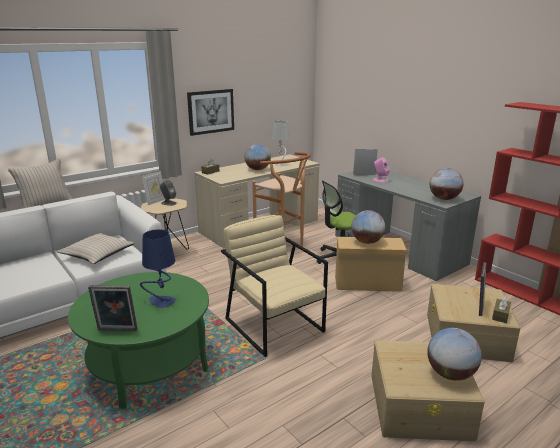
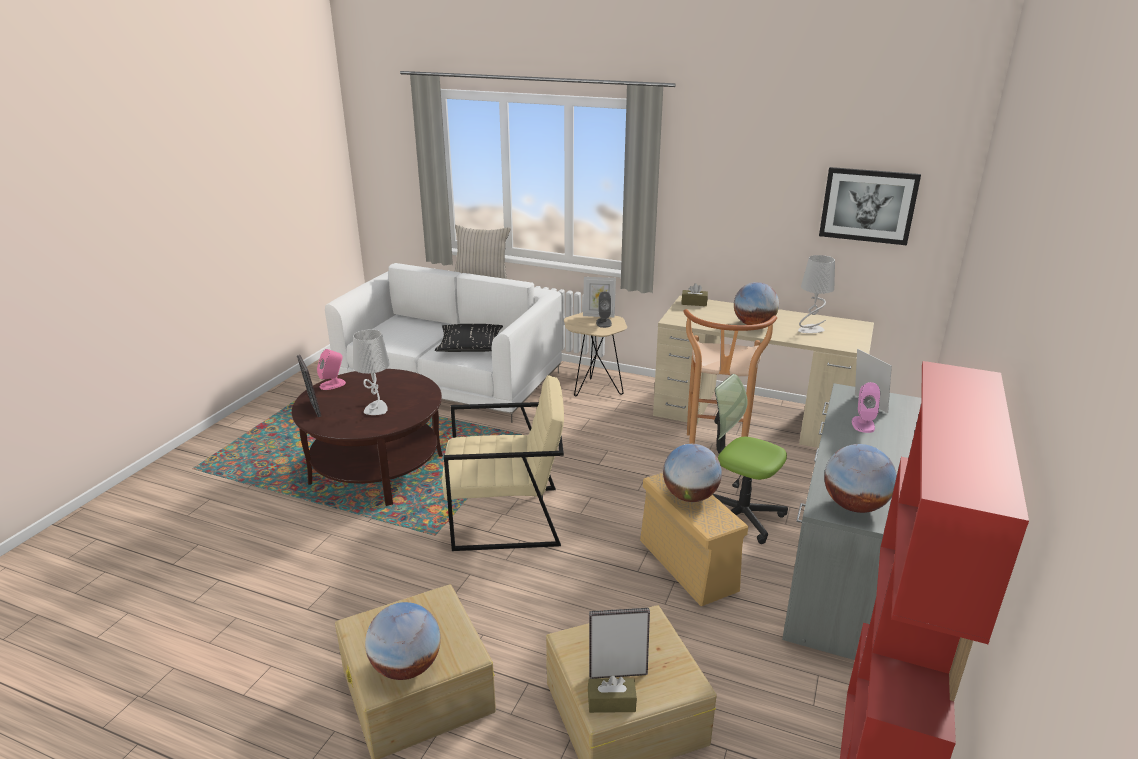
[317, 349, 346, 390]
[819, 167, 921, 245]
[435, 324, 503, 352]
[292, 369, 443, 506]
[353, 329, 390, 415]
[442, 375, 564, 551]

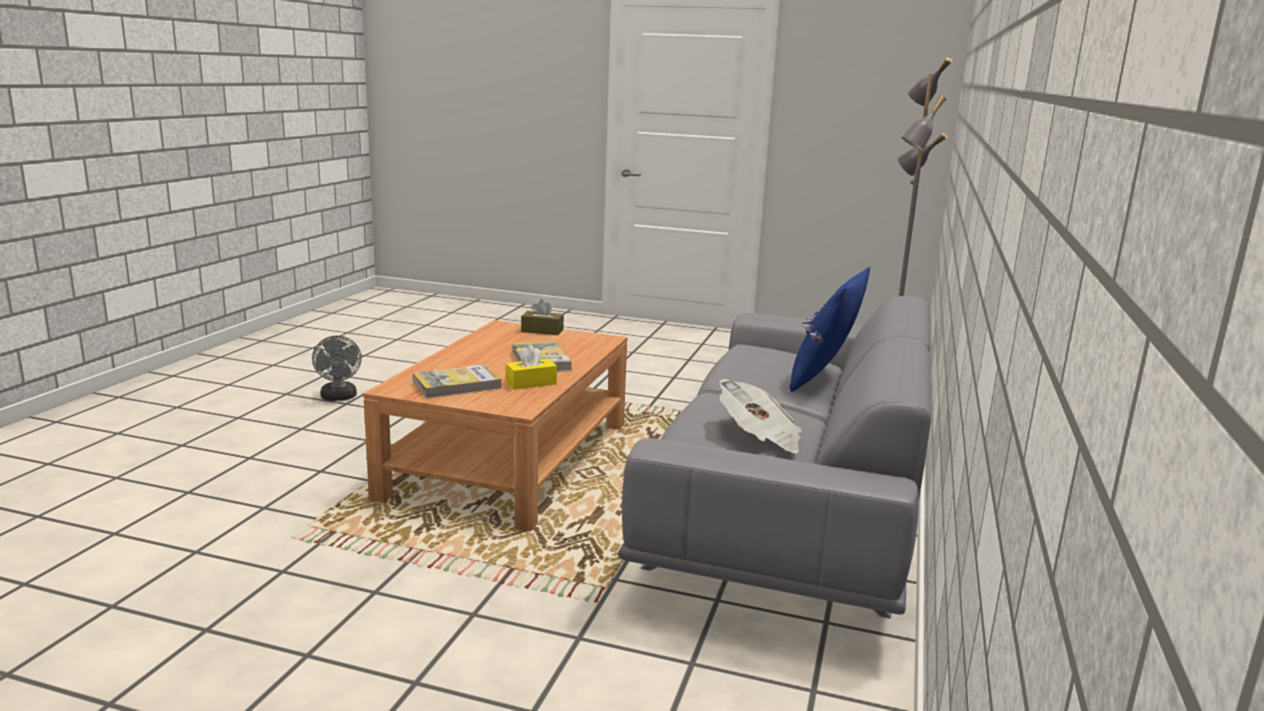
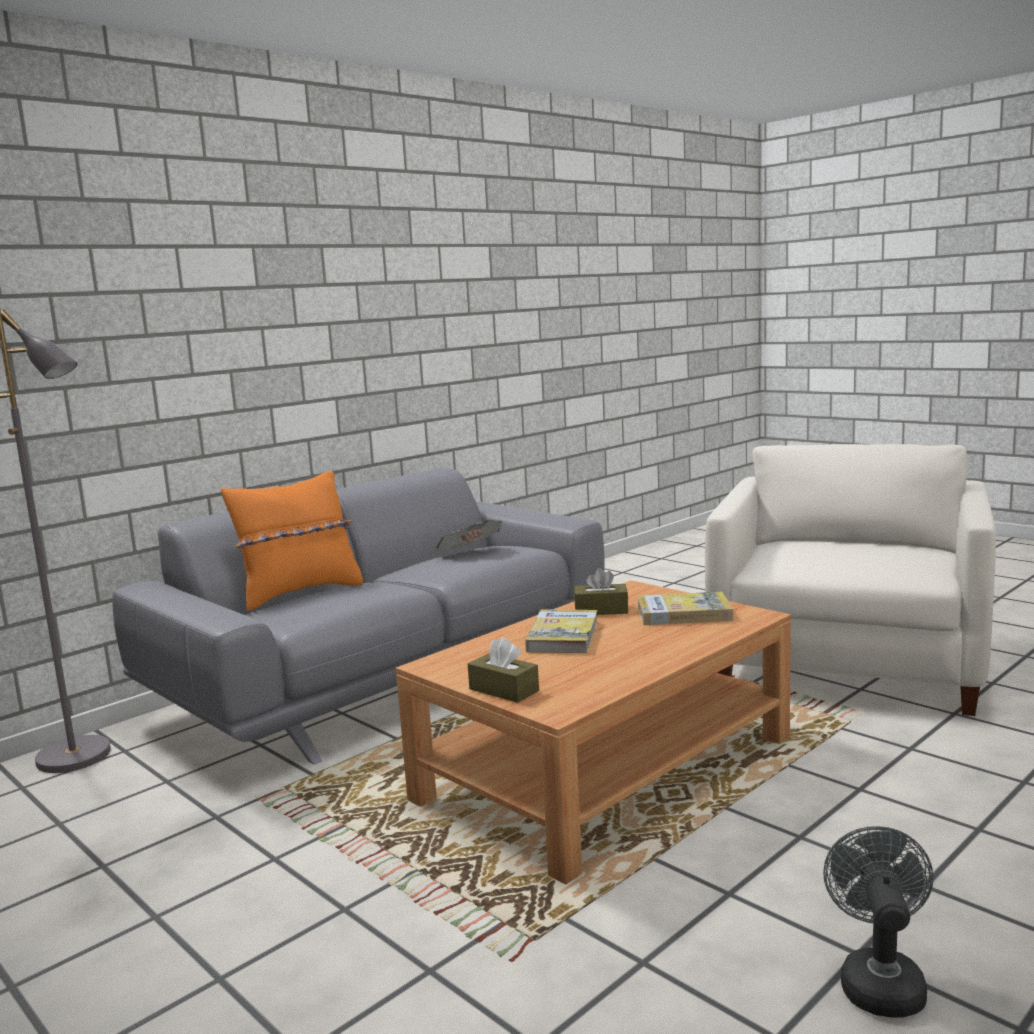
[705, 444, 996, 716]
[574, 568, 629, 615]
[221, 471, 363, 611]

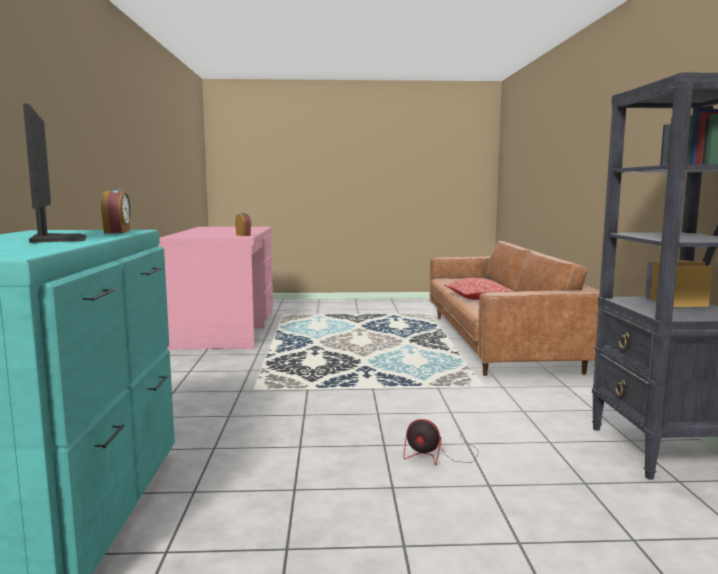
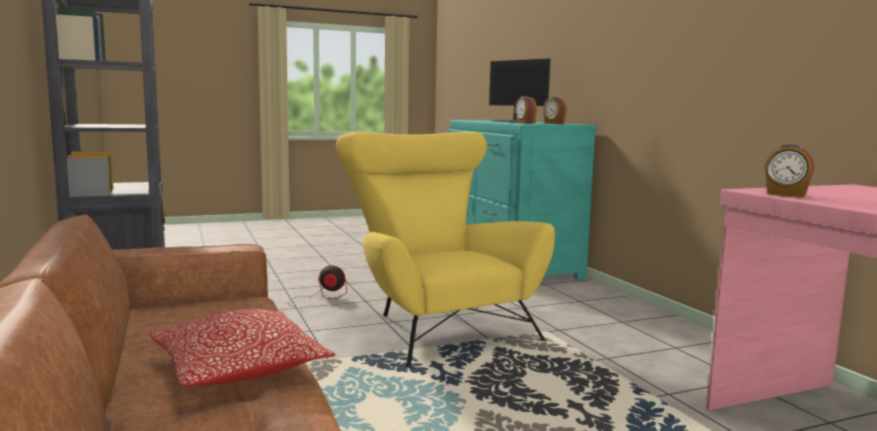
[336, 132, 555, 368]
[543, 97, 567, 124]

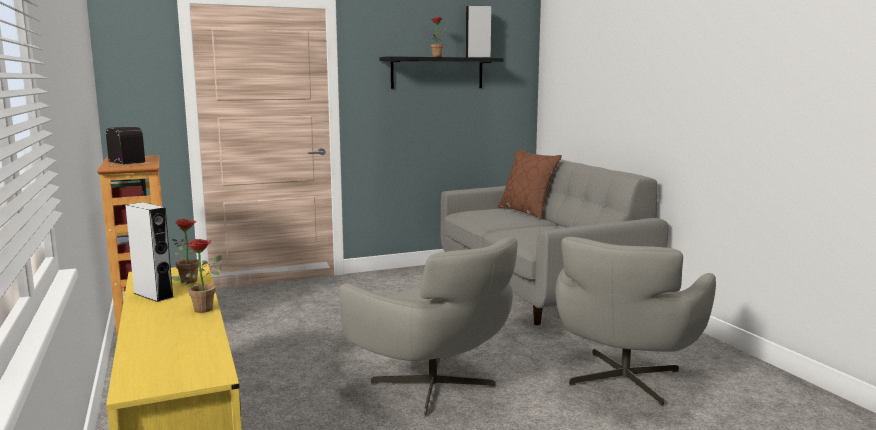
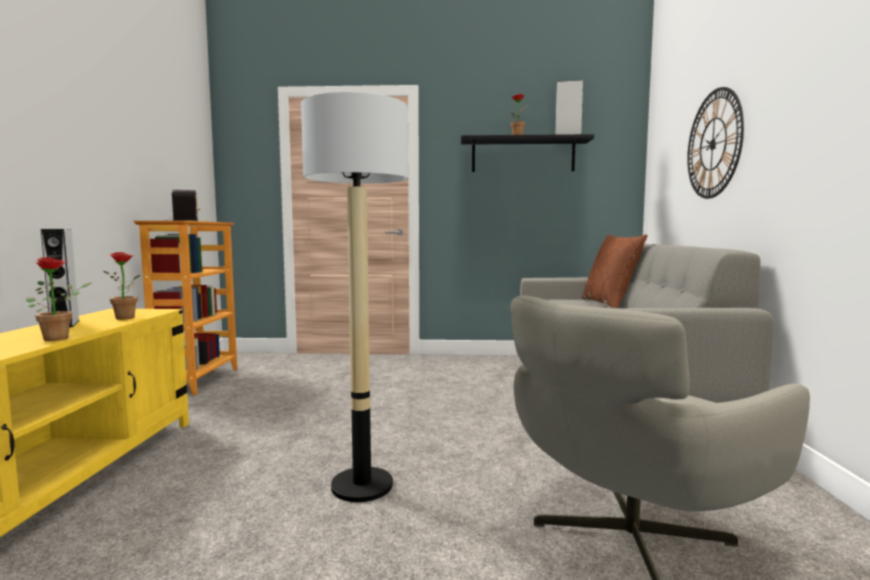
[687, 87, 744, 199]
[301, 92, 408, 502]

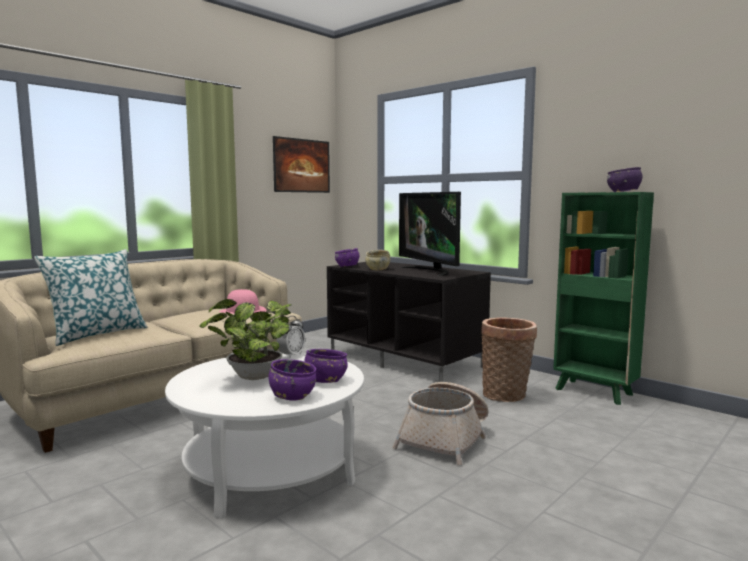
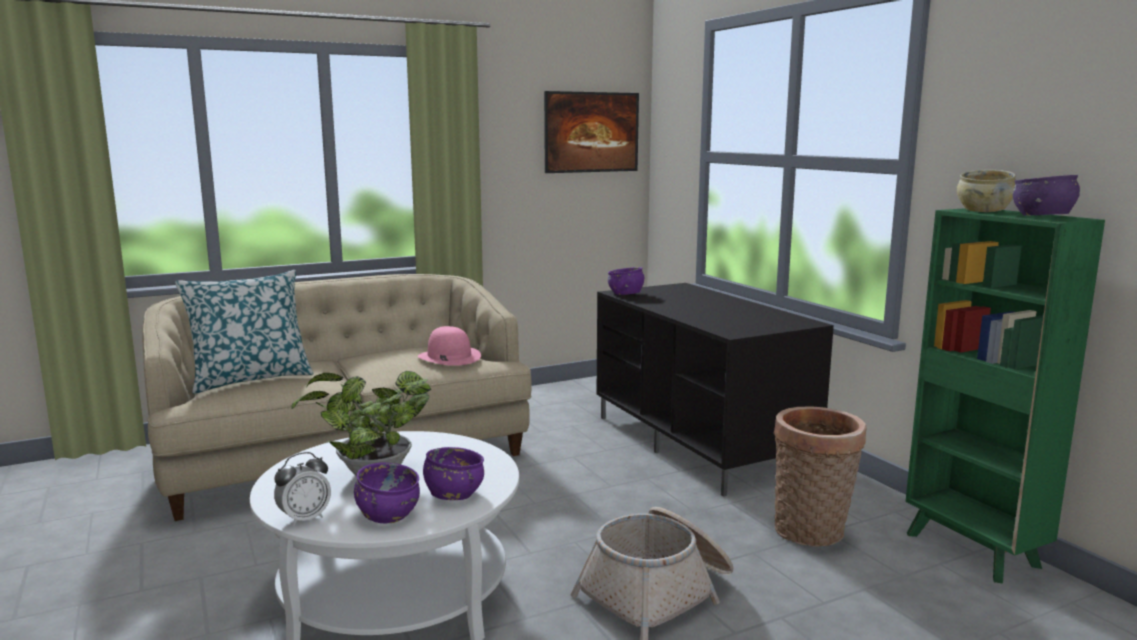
[399, 192, 461, 276] (first image)
[274, 452, 331, 526]
[957, 170, 1016, 212]

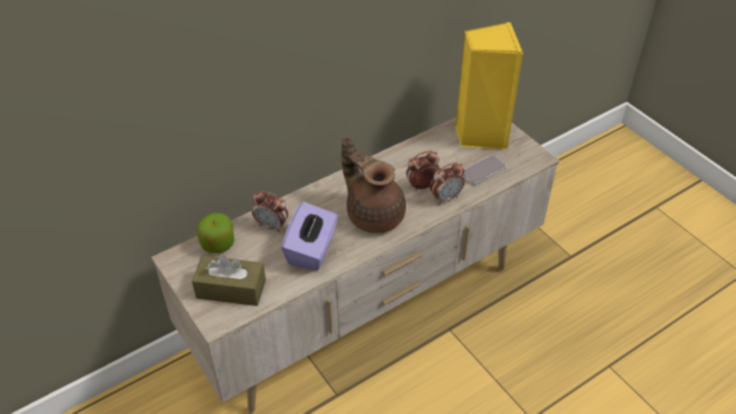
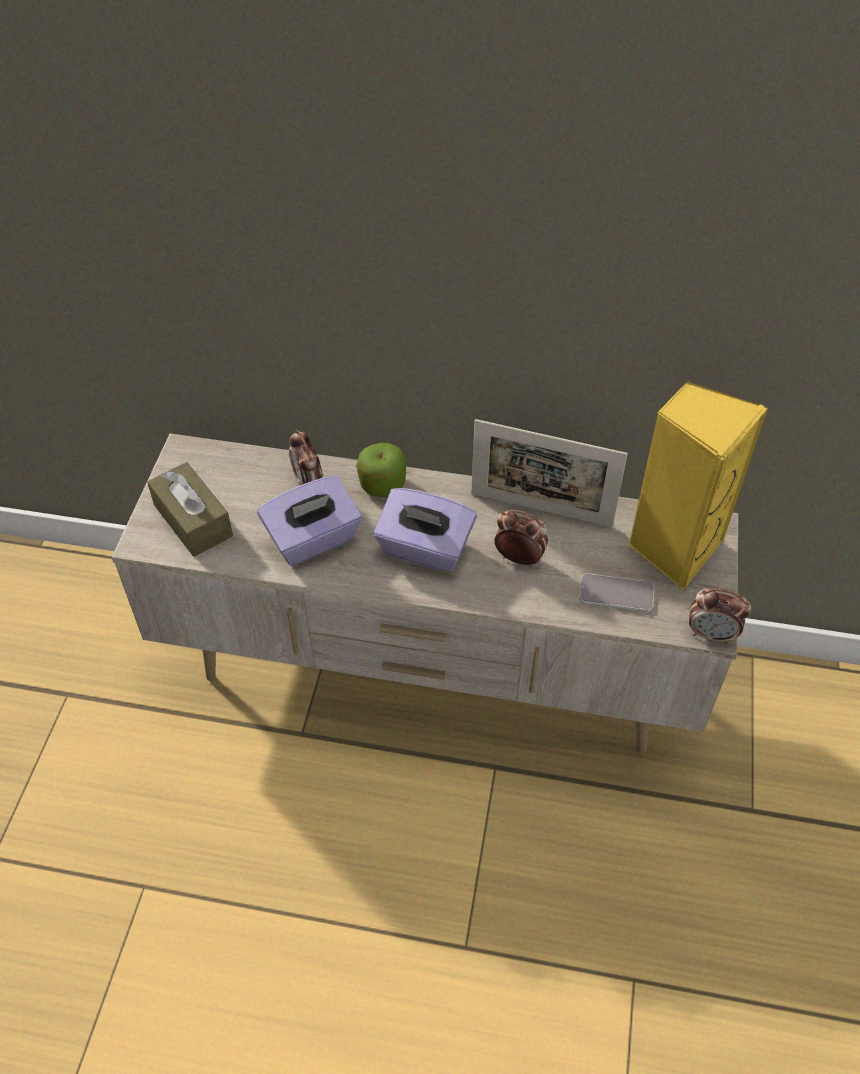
[471, 419, 628, 527]
[356, 443, 407, 497]
[689, 588, 751, 644]
[374, 488, 477, 572]

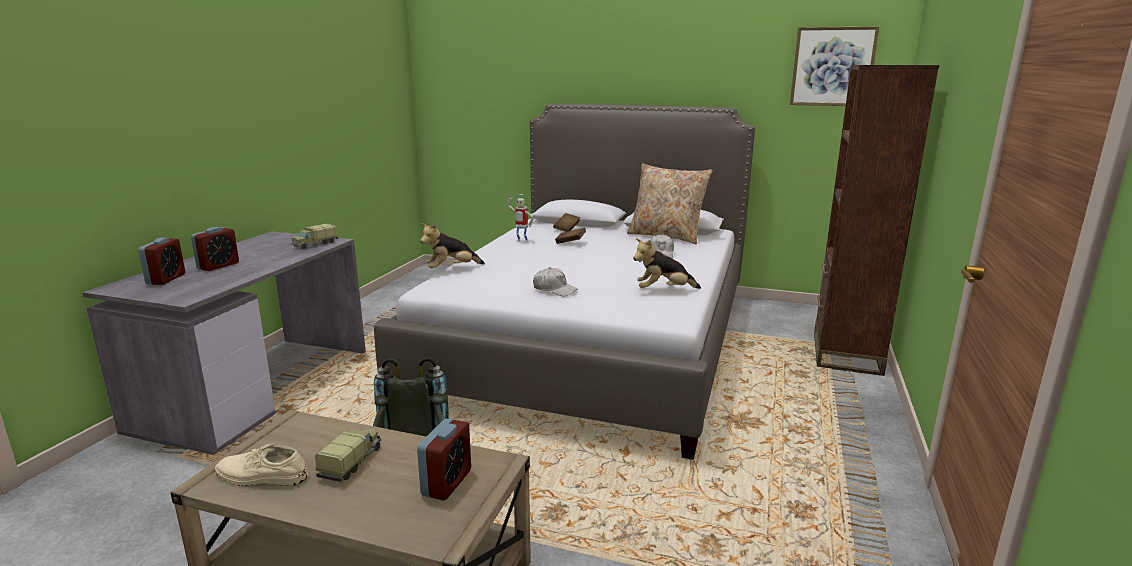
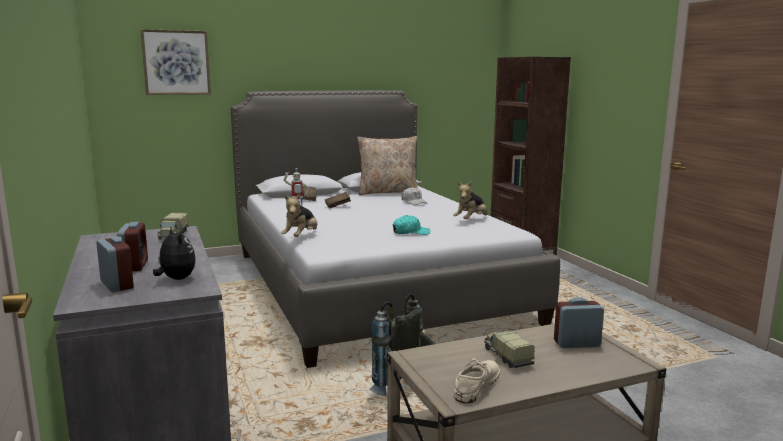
[153, 226, 196, 280]
[140, 29, 211, 95]
[393, 215, 430, 235]
[454, 358, 500, 404]
[554, 297, 604, 348]

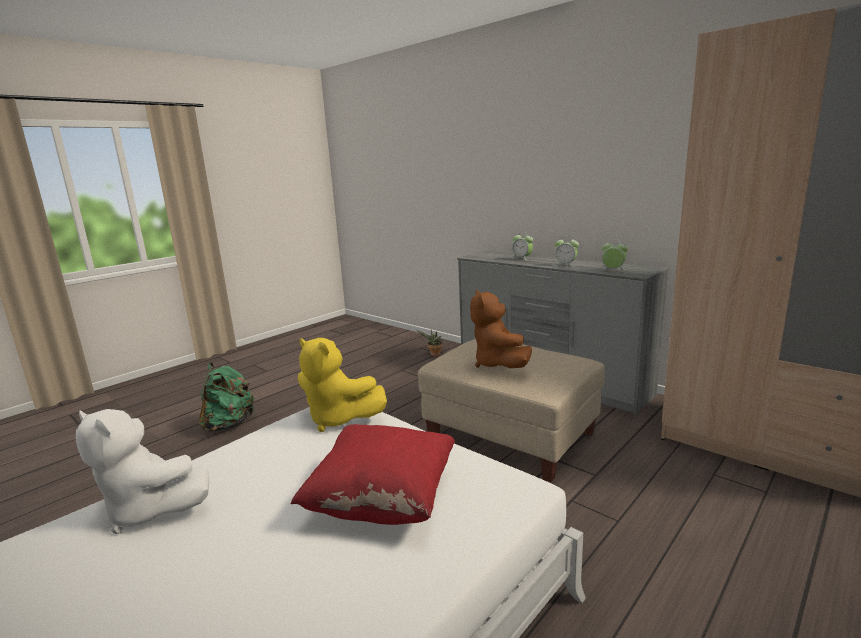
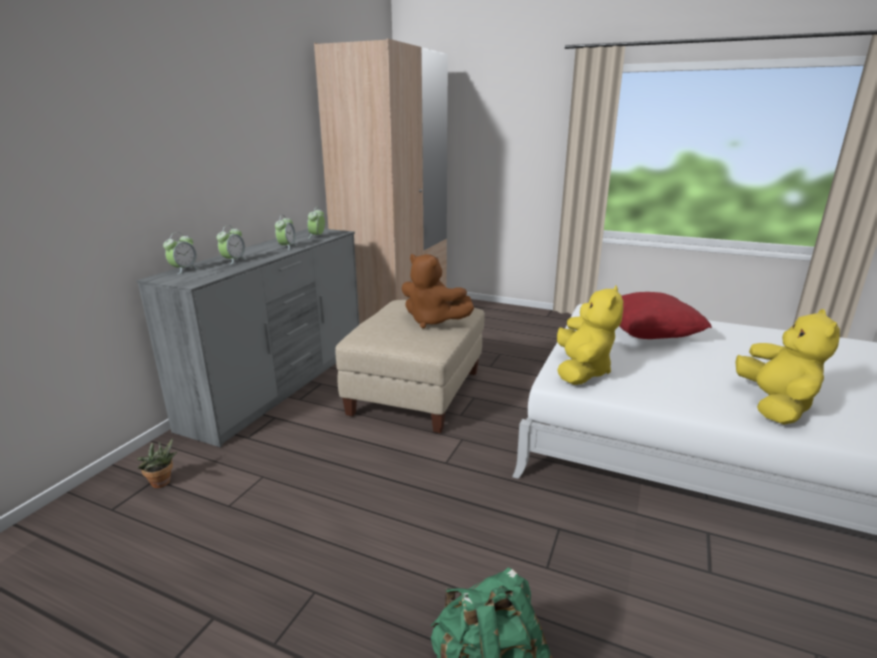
[163, 232, 199, 274]
[735, 309, 840, 425]
[402, 254, 474, 329]

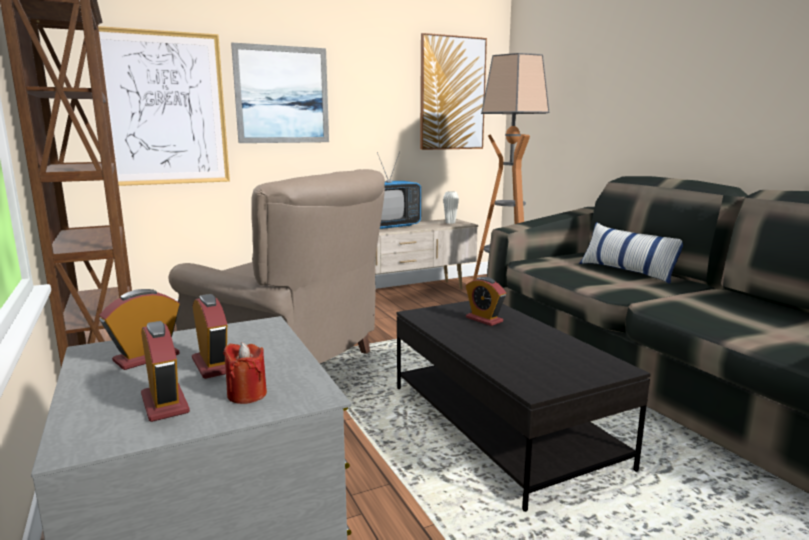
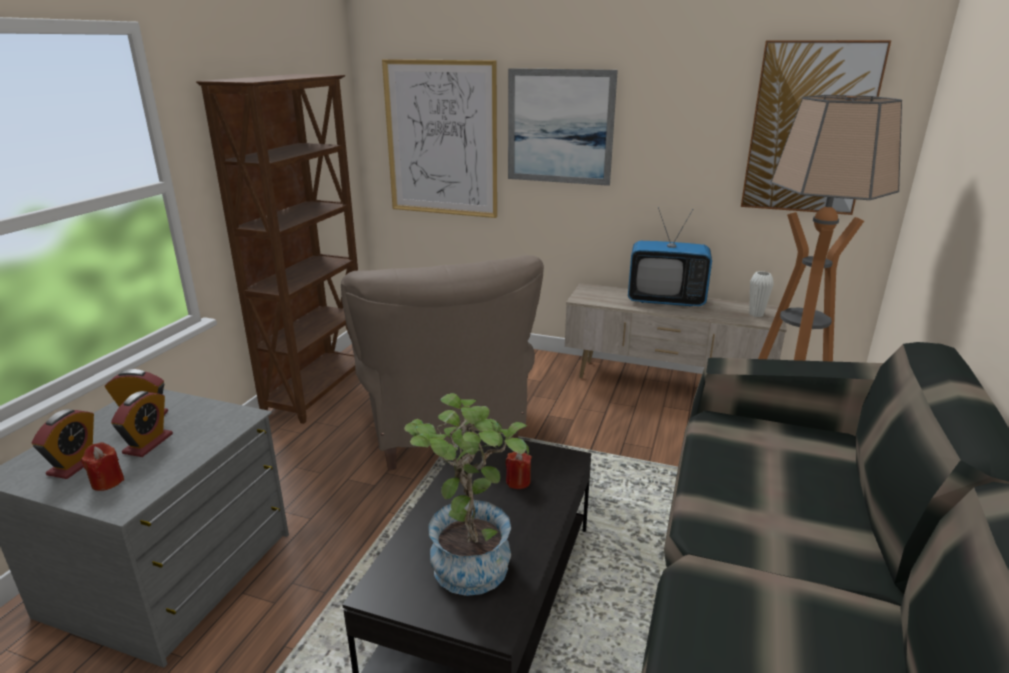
[579, 222, 683, 284] (first image)
[404, 393, 529, 596]
[506, 452, 532, 489]

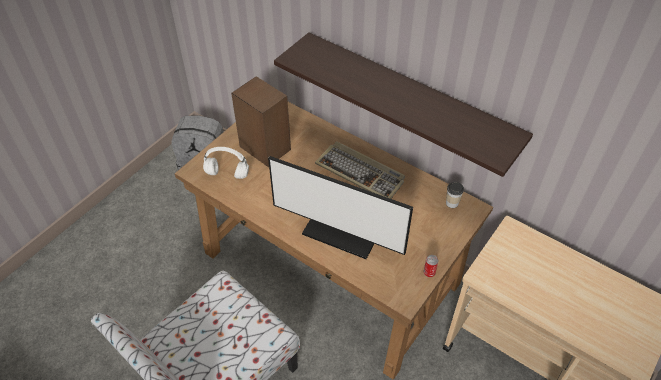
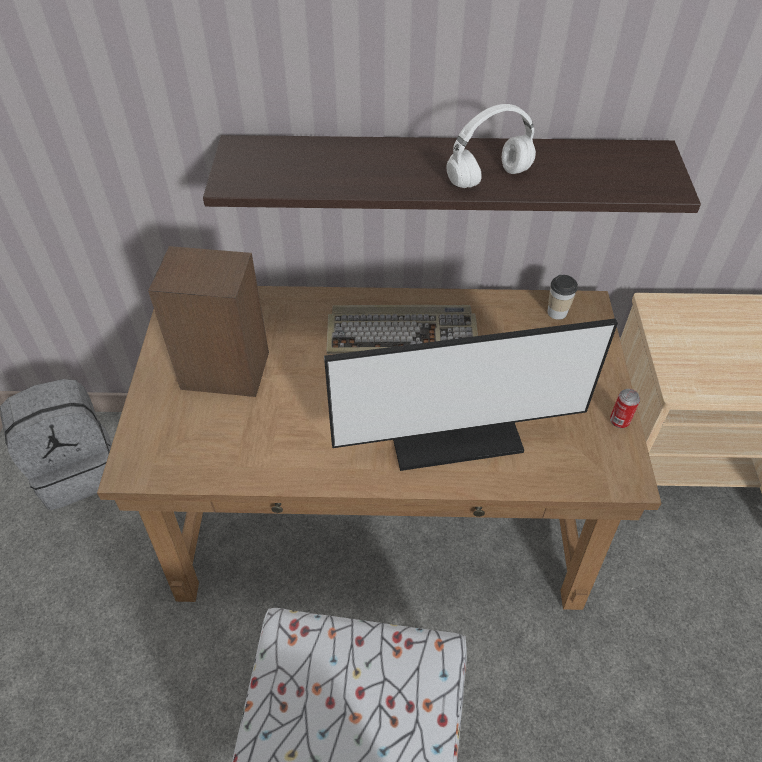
[446, 104, 536, 188]

